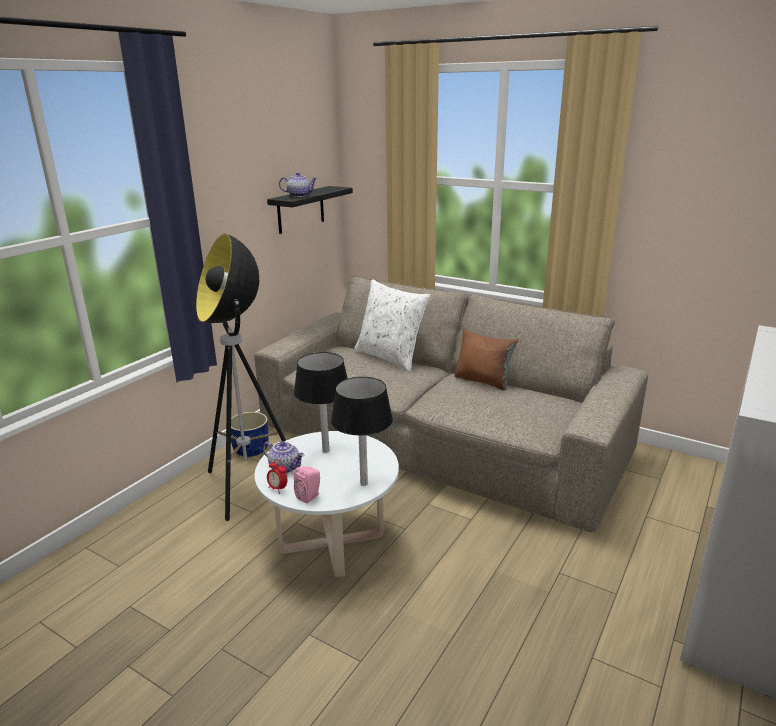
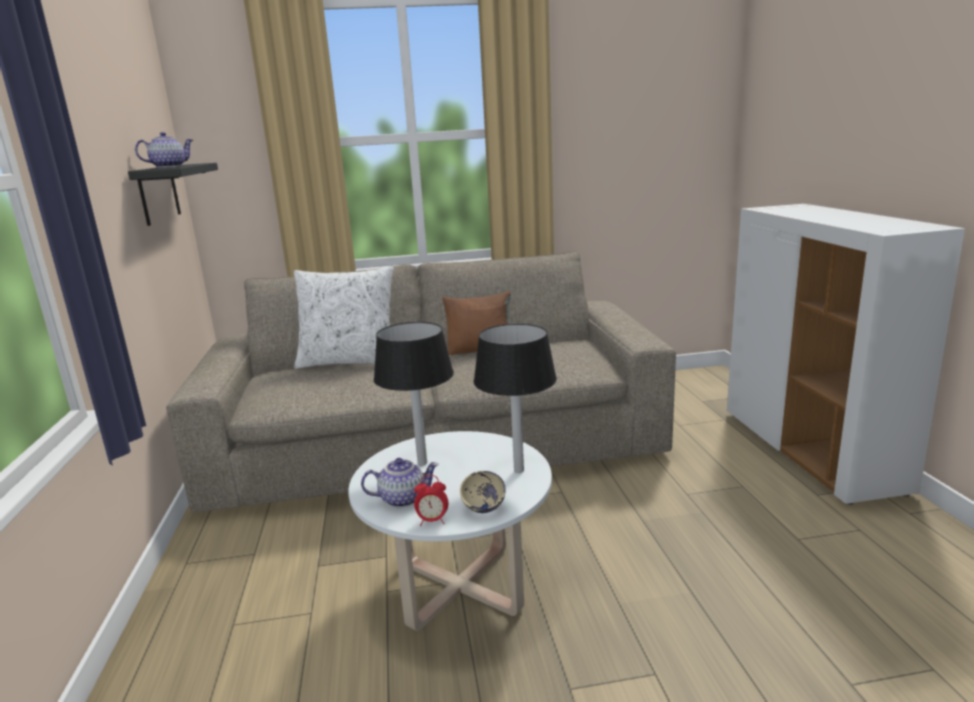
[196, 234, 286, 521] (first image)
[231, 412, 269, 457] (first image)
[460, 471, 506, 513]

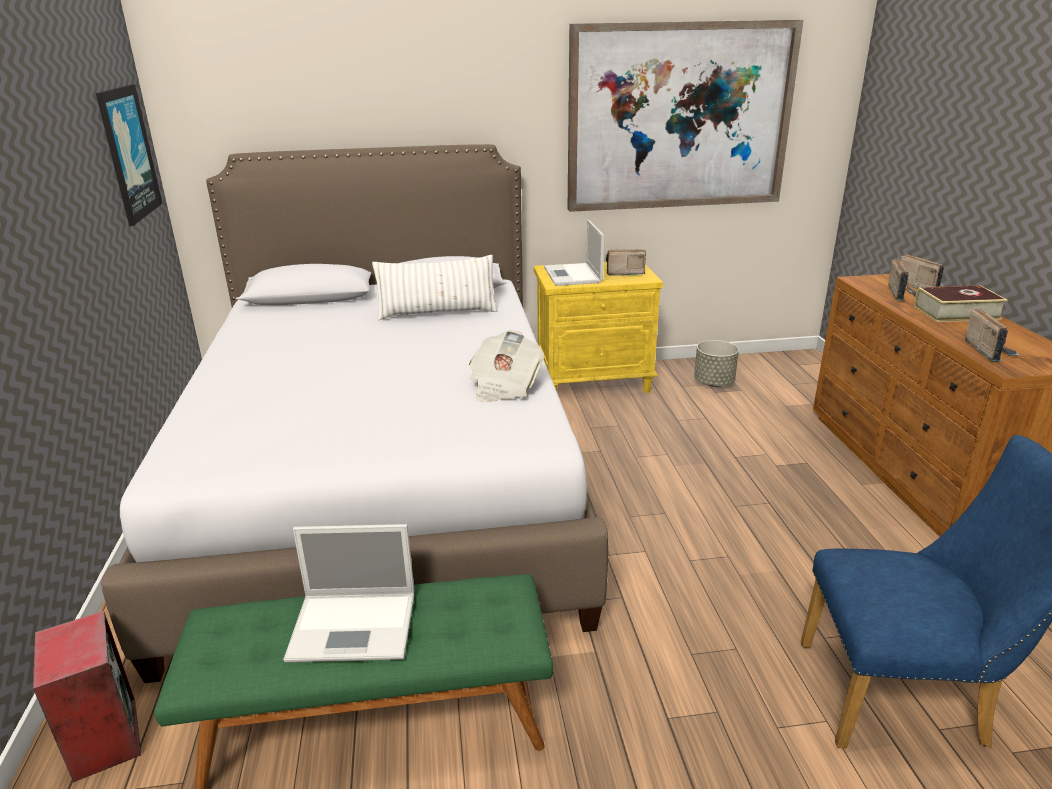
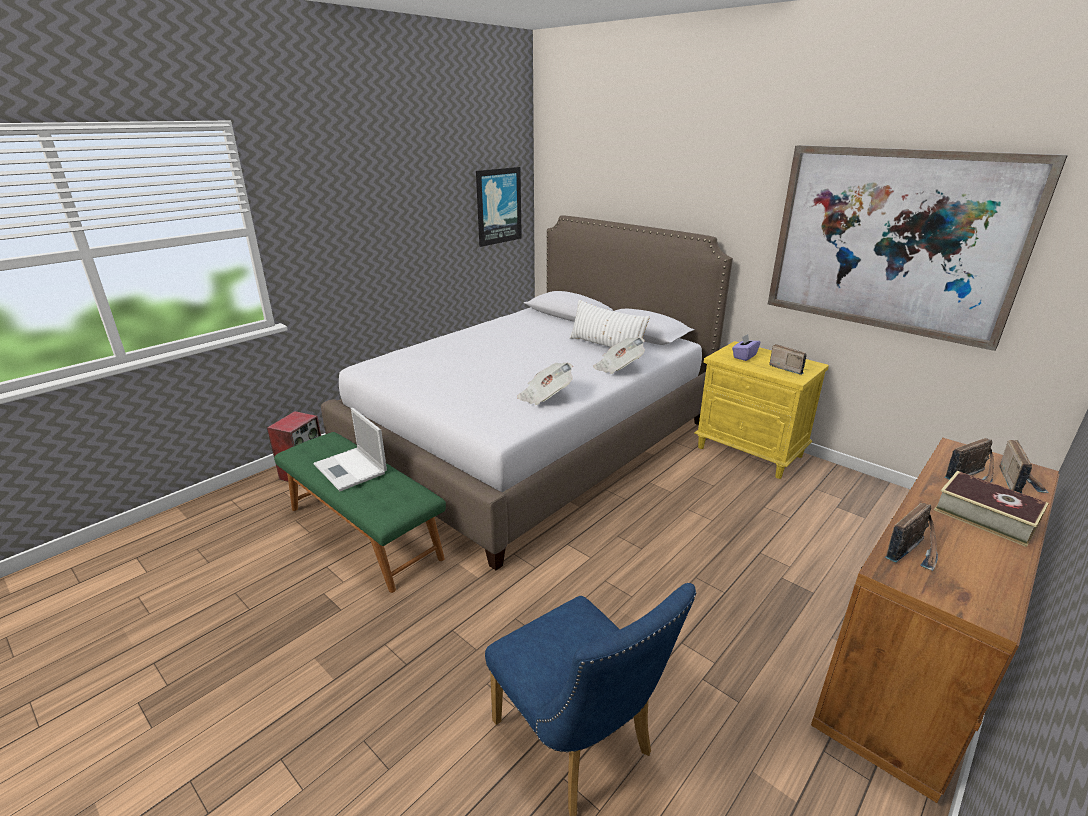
[694, 340, 739, 387] (first image)
[593, 337, 645, 374]
[732, 334, 760, 361]

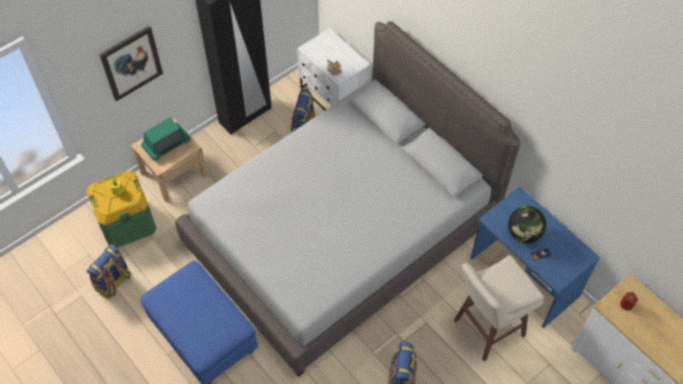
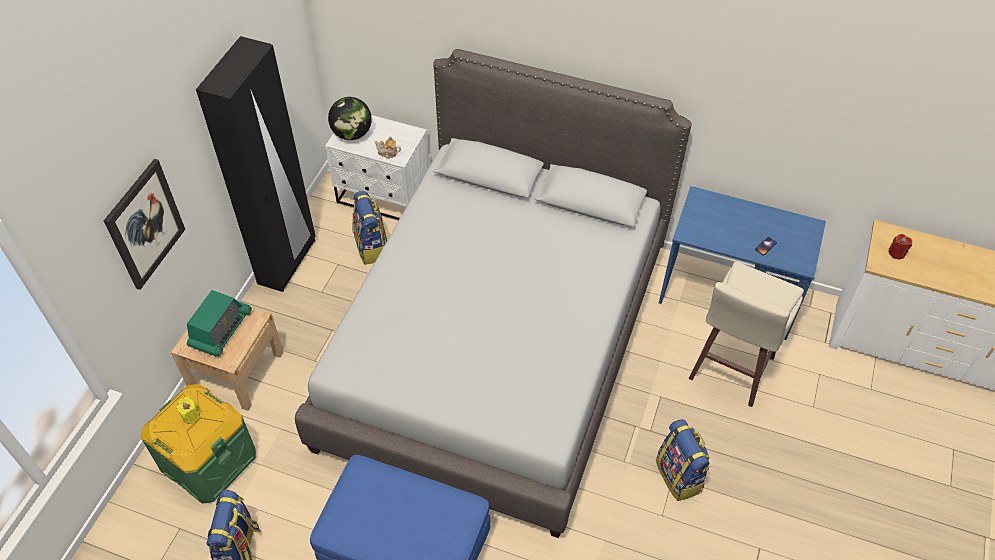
[328, 97, 372, 140]

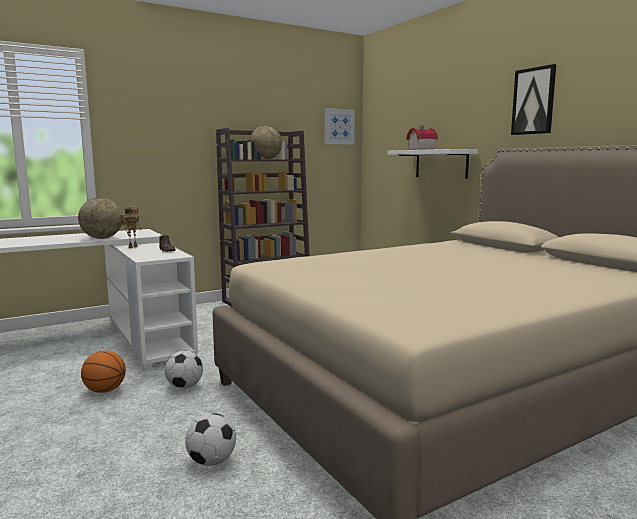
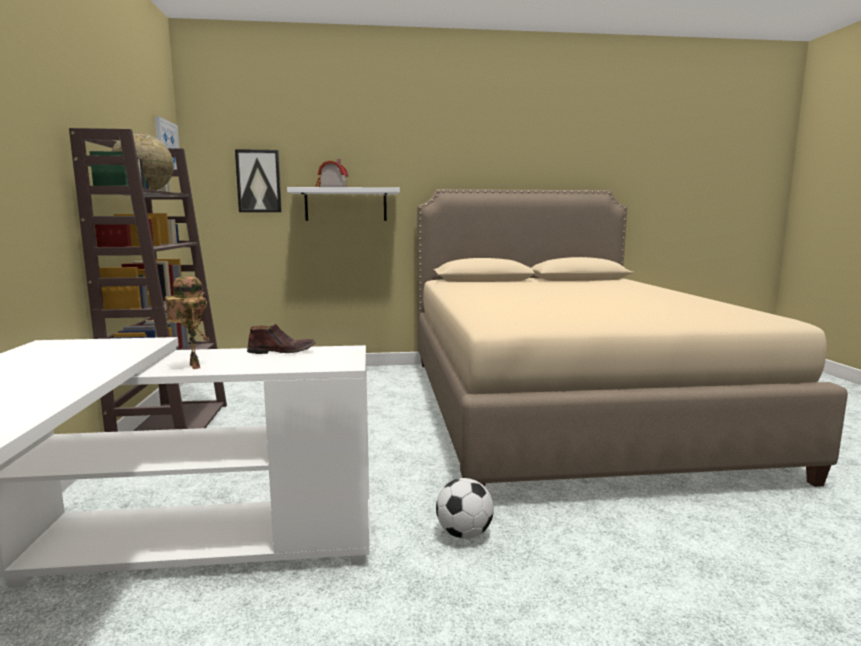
[78, 197, 122, 239] (first image)
[81, 351, 126, 393] (first image)
[185, 413, 236, 466] (first image)
[235, 149, 282, 212]

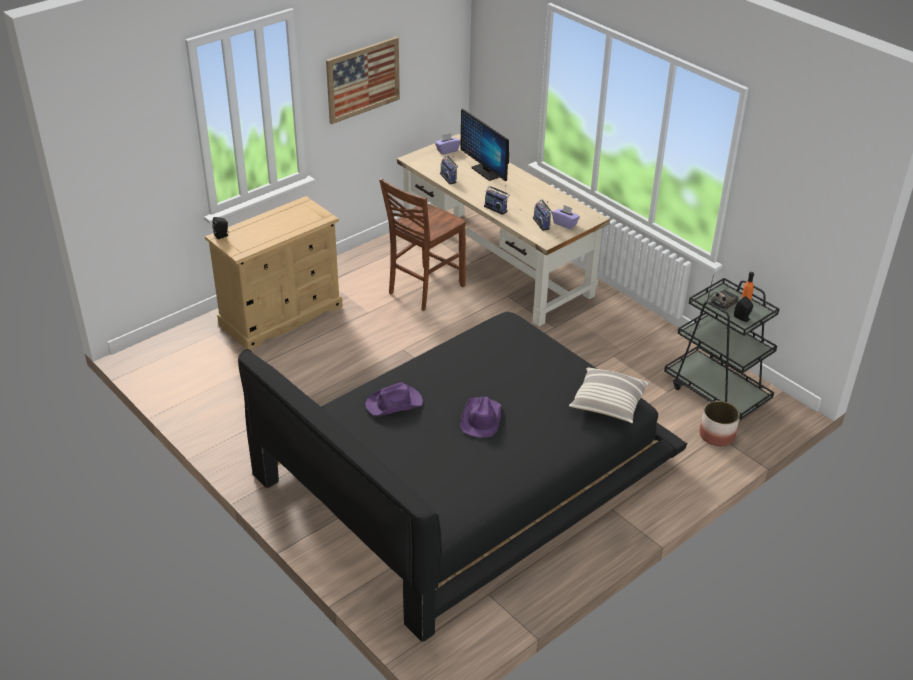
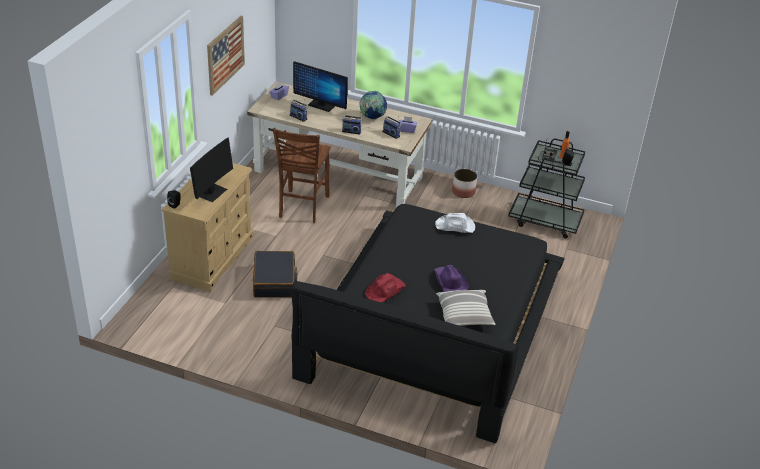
[190, 138, 233, 202]
[253, 251, 298, 298]
[359, 91, 387, 119]
[435, 213, 475, 233]
[436, 290, 496, 326]
[452, 169, 477, 198]
[365, 273, 406, 302]

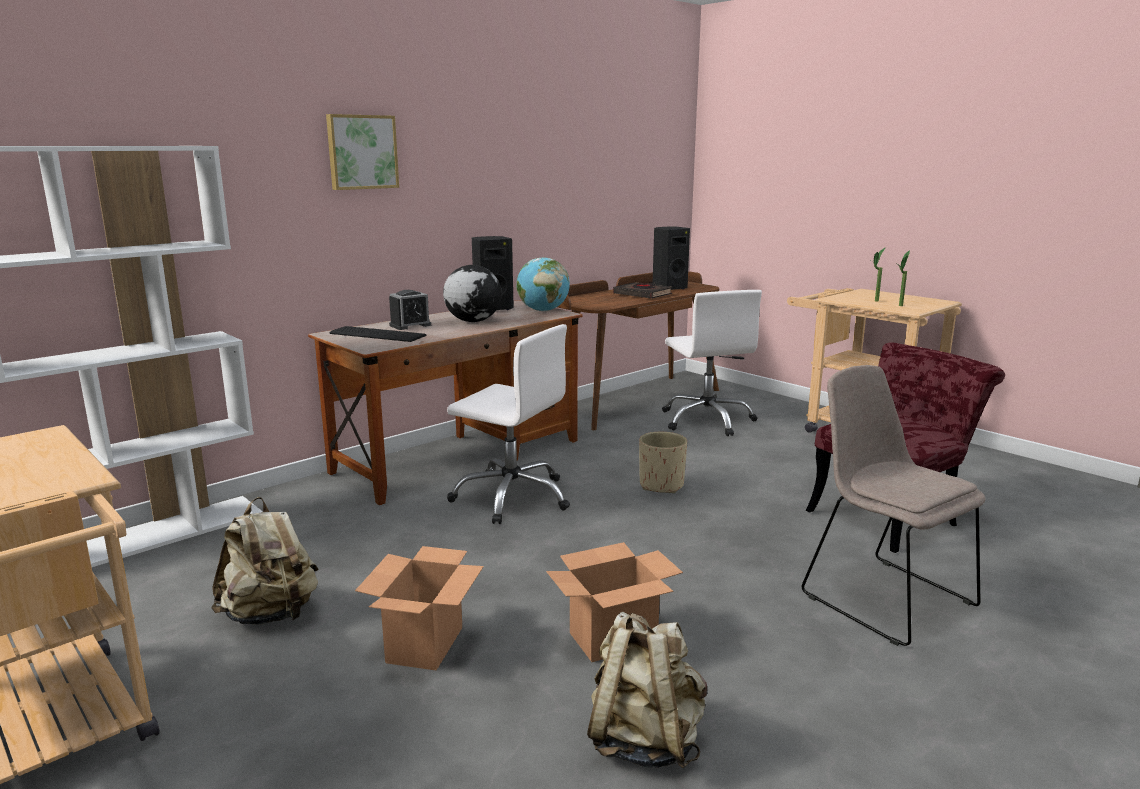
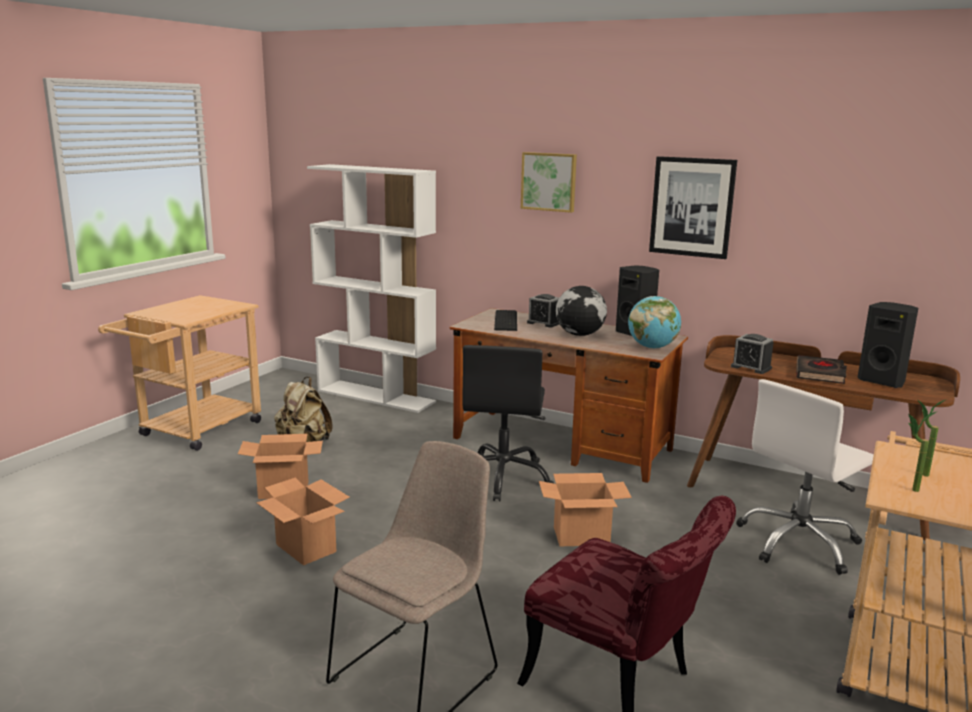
[587, 612, 707, 768] (first image)
[649, 156, 737, 259]
[731, 334, 774, 374]
[539, 473, 632, 546]
[462, 345, 554, 501]

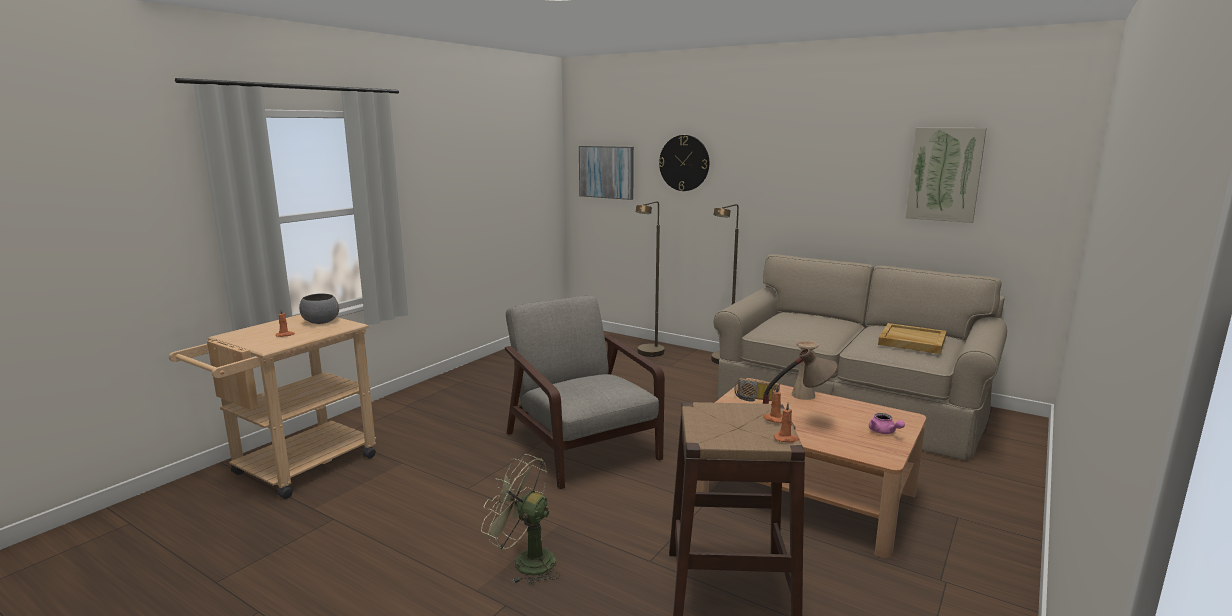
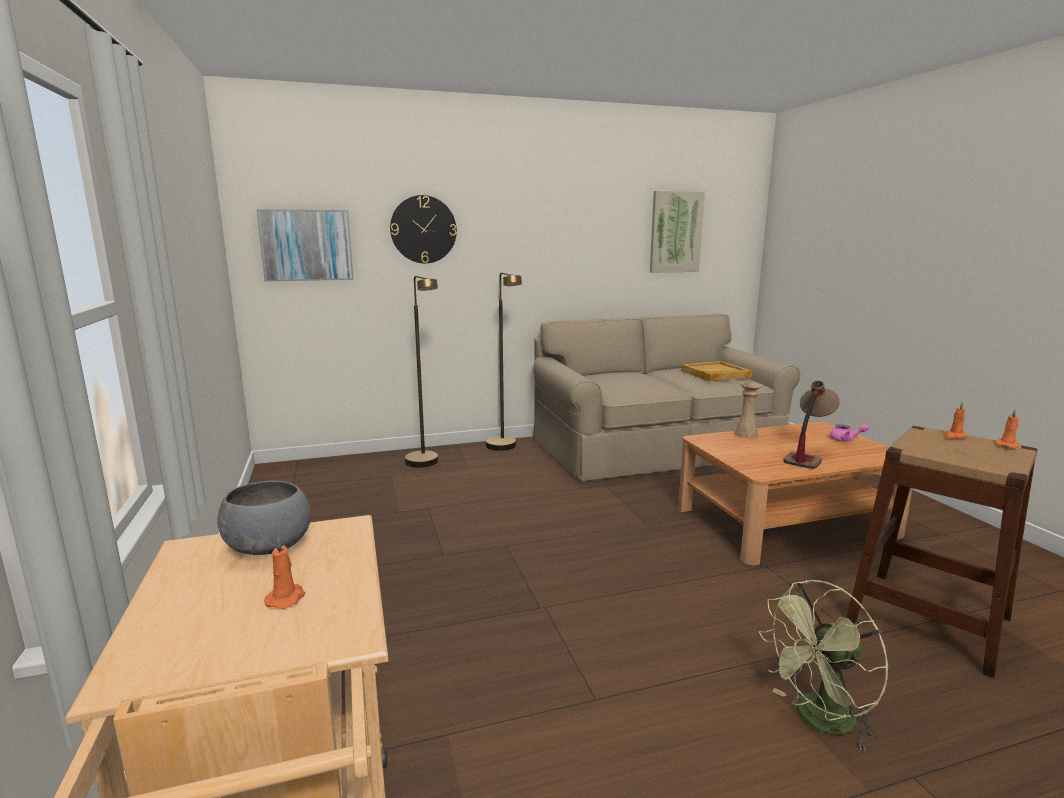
[505, 296, 665, 489] (first image)
[734, 378, 780, 402] (first image)

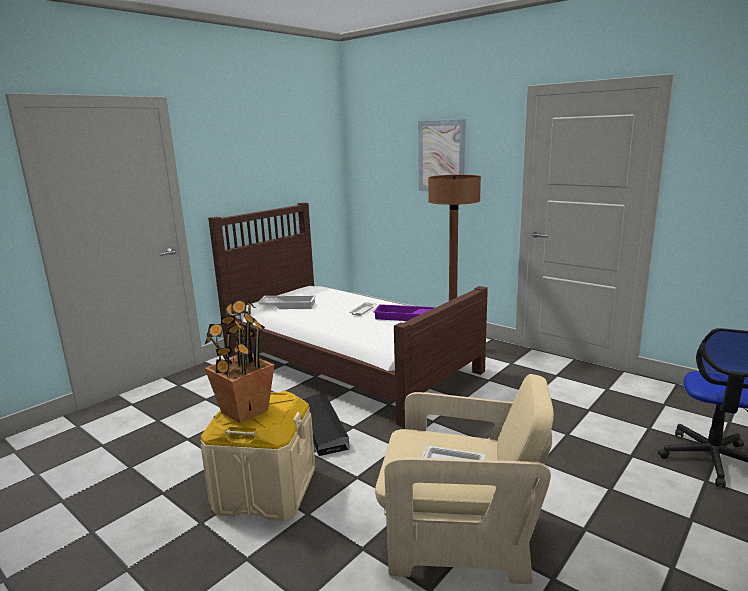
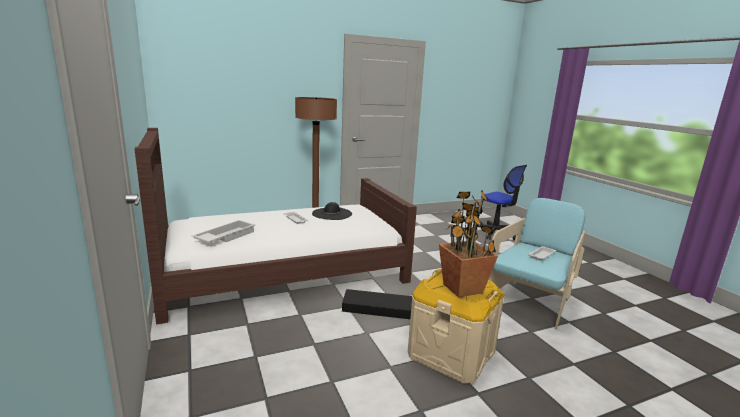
[418, 119, 466, 192] (first image)
[312, 202, 352, 220]
[489, 198, 586, 329]

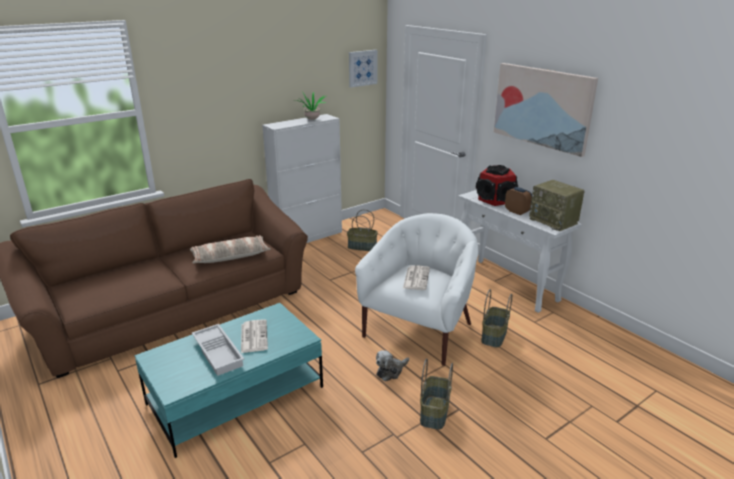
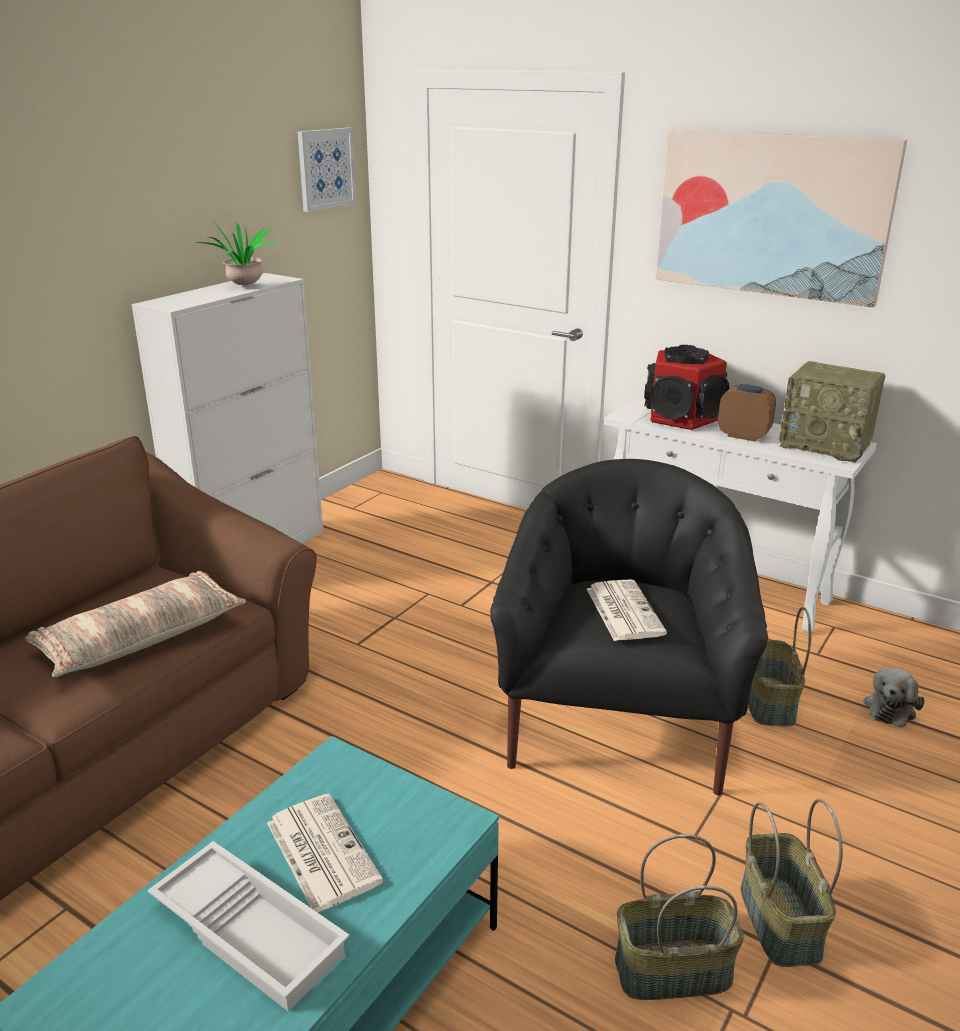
[615, 834, 744, 1000]
[863, 668, 925, 728]
[490, 459, 768, 796]

